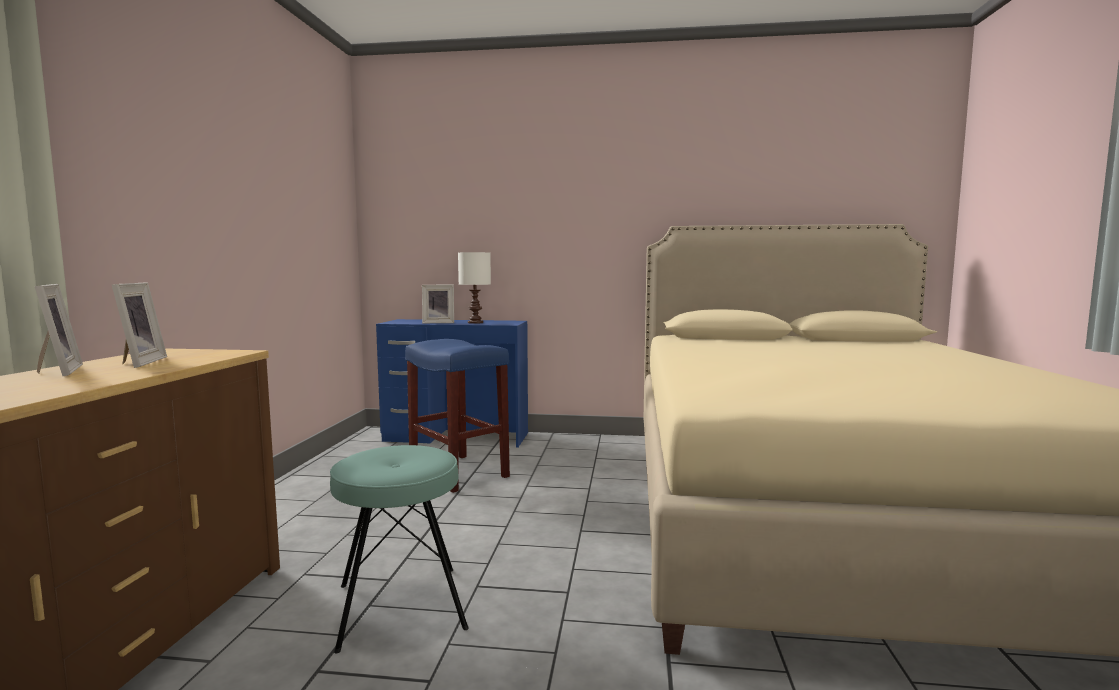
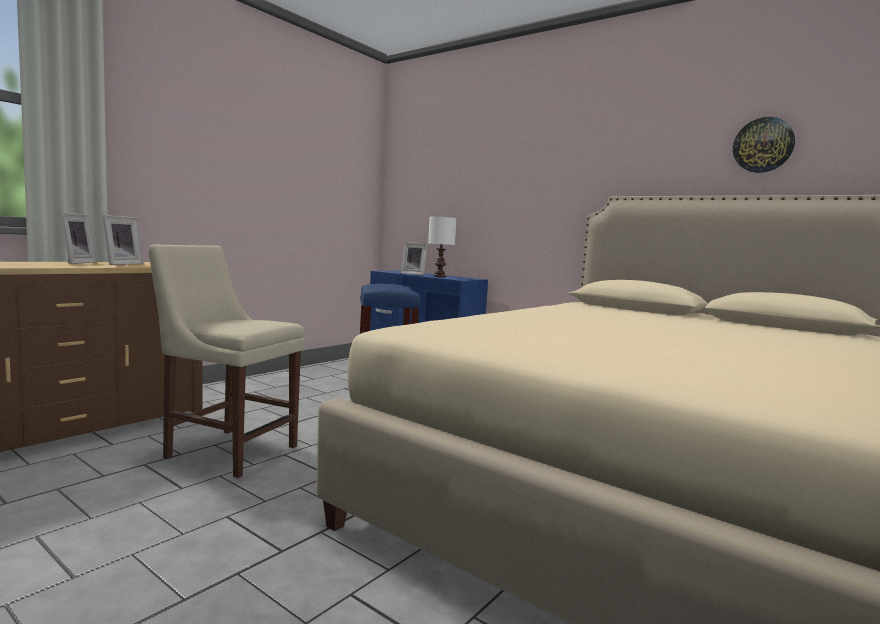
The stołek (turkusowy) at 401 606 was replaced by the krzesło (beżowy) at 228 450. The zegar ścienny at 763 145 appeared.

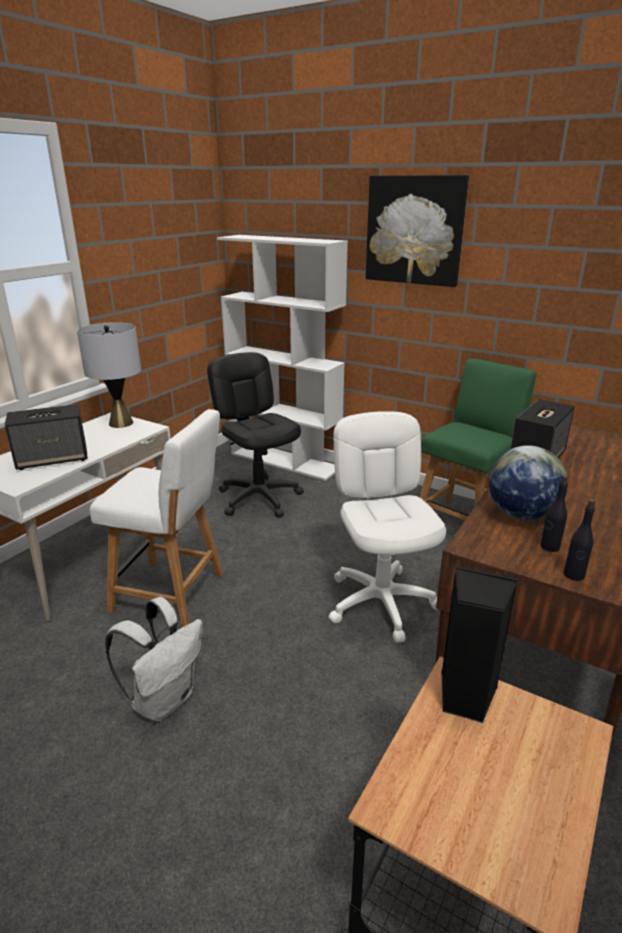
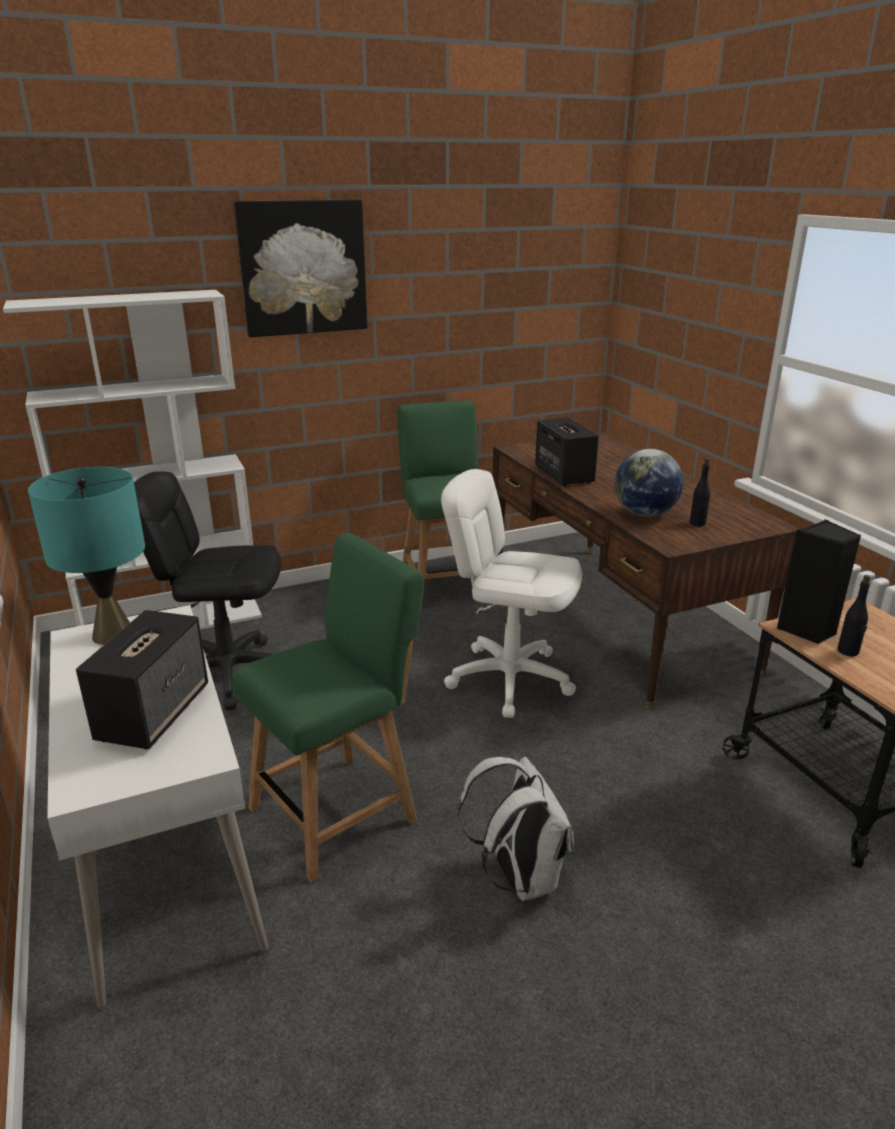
The lampa stołowa (szary) at 121 423 became the lampa stołowa (turkusowy) at 112 634. The krzesło (biały) at 173 593 became the krzesło (zielony) at 339 810. The butelka (czarny) moved from 573 575 to 848 651.

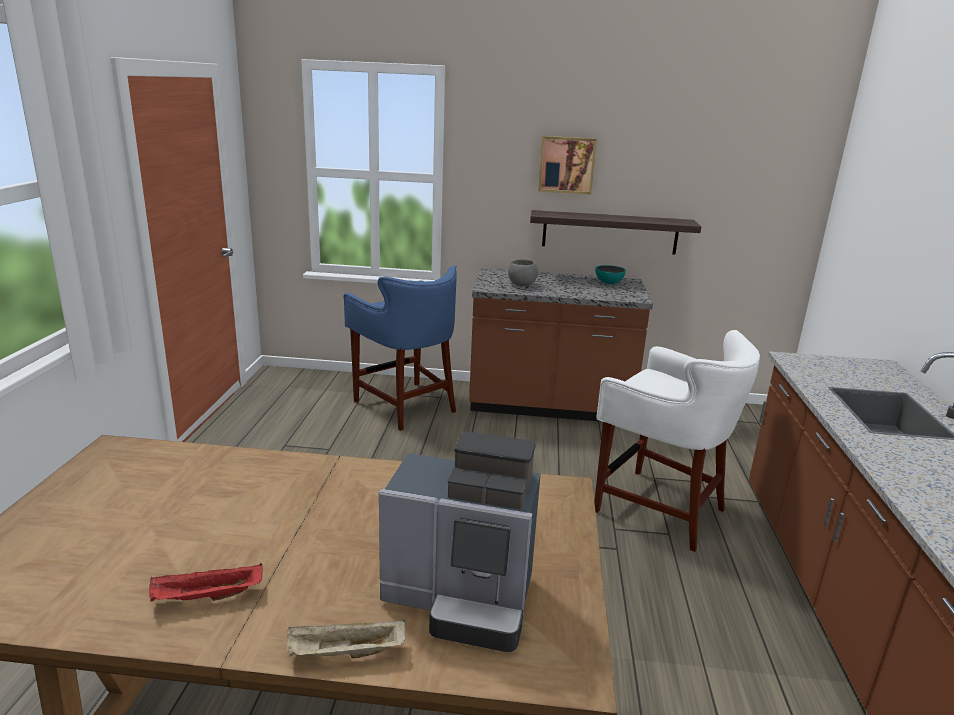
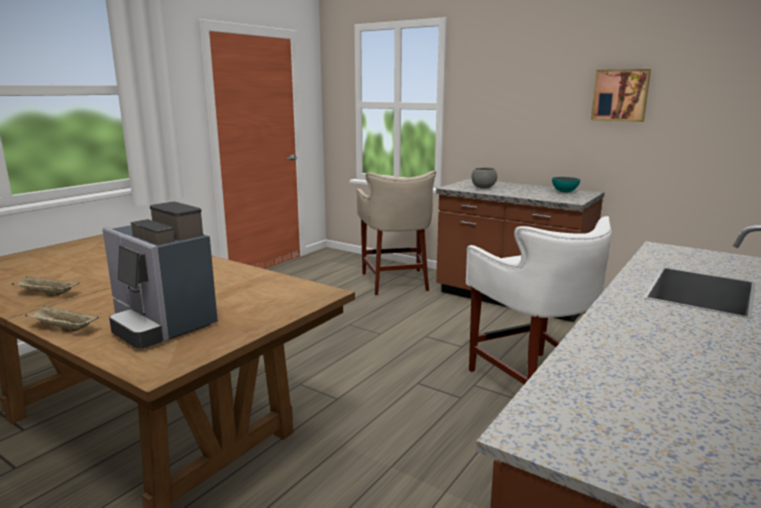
The taca (czerwony) at 206 598 became the taca (beżowy) at 46 294. The stołek (niebieski) at 406 405 became the stołek (beżowy) at 396 281. The półka at 610 232 disappeared. The obraz moved from 566 165 to 620 95.

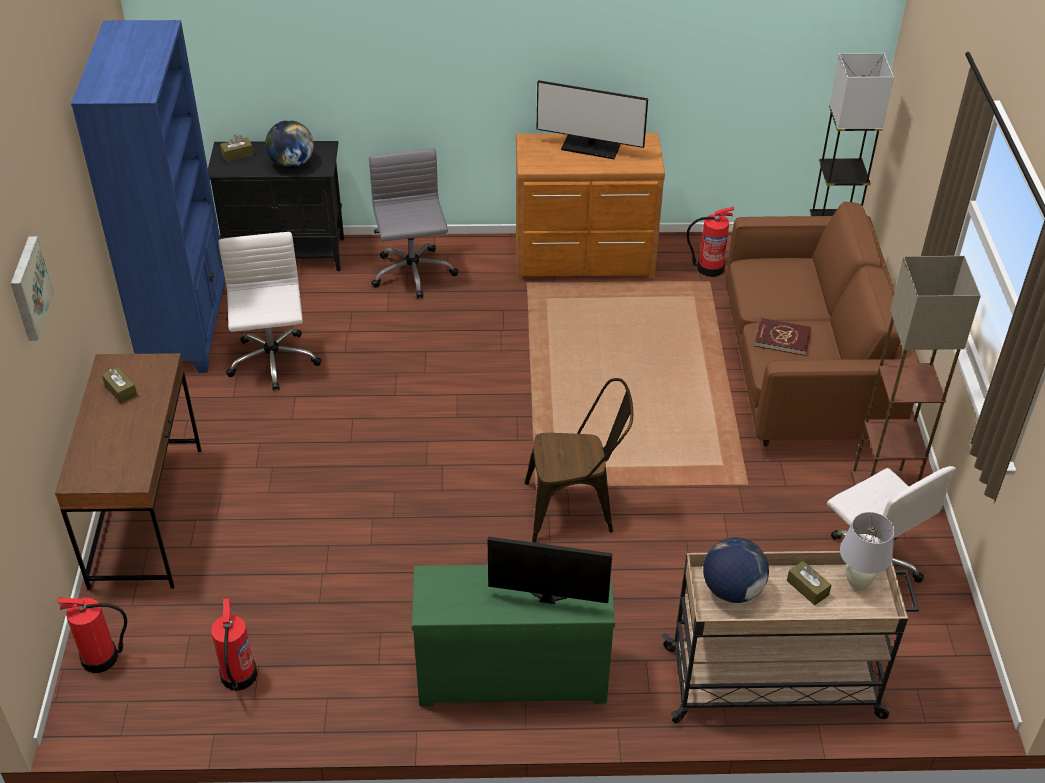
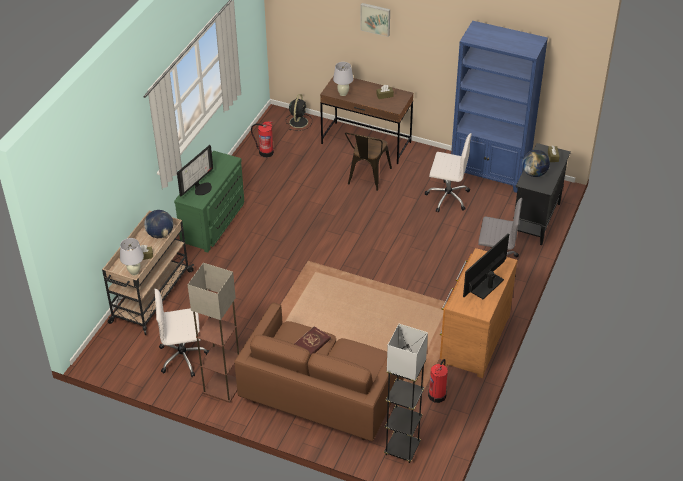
The gaśnica at 101 658 was replaced by the wentylator (czarny) at 299 121. The krzesło (brązowy) moved from 577 508 to 367 178. The lampa stołowa (biały) at 343 93 appeared.

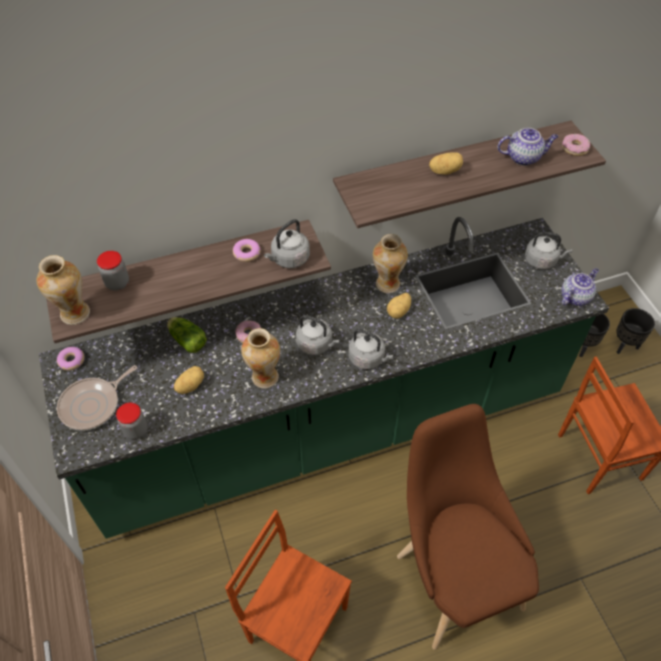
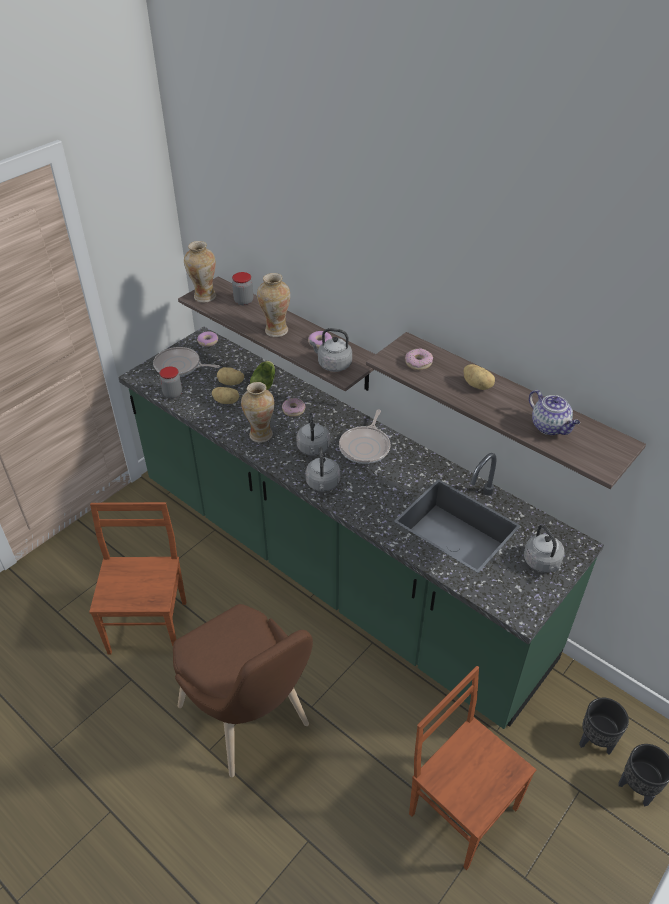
The wazon moved from 387 284 to 275 330. The ziemniak moved from 399 311 to 231 383. The krzesło (brązowy) at 453 574 turned 105 degrees clockwise. The imbryk at 575 297 disappeared. The donut moved from 574 148 to 418 363. The patelnia at 365 446 appeared.

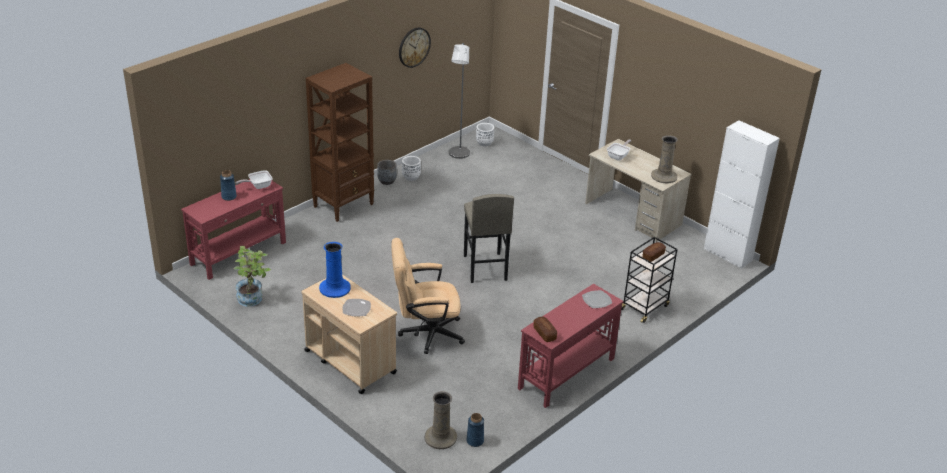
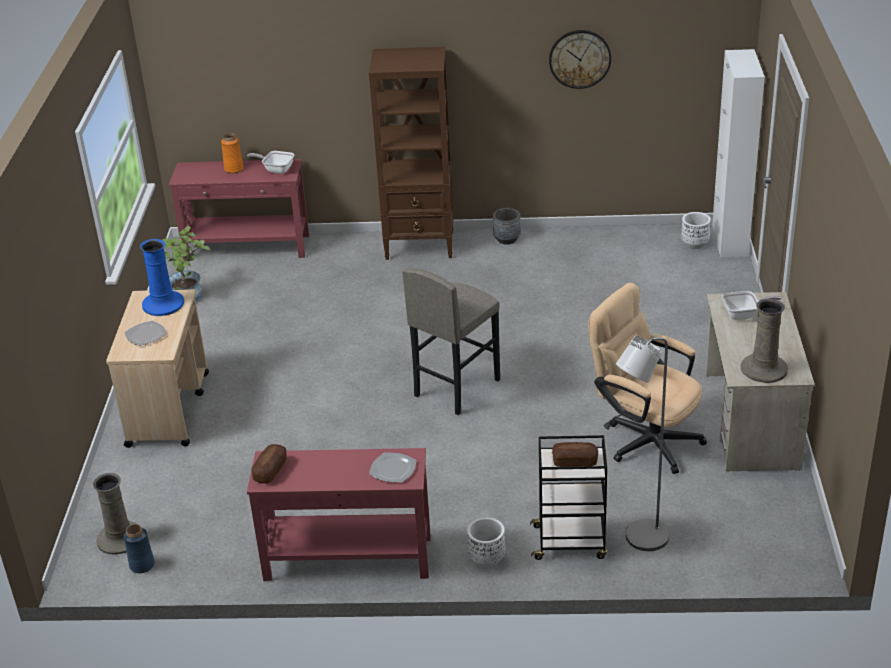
The wazon (niebieski) at 229 197 became the wazon (pomarańczowy) at 234 169. The krzesło biurowe (beżowy) moved from 425 333 to 645 438. The donica (biały) moved from 411 177 to 487 558. The lampa stojąca (szary) moved from 458 155 to 640 540. The szafka (biały) moved from 727 255 to 730 240.

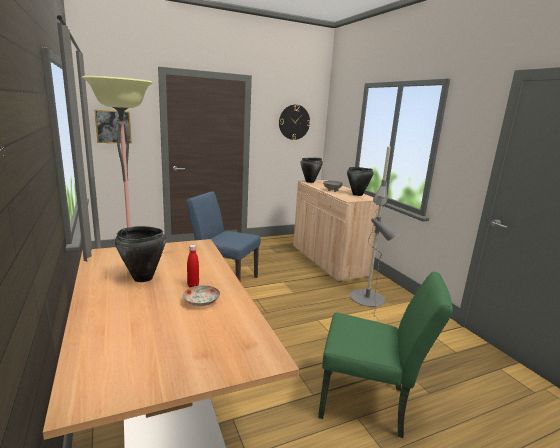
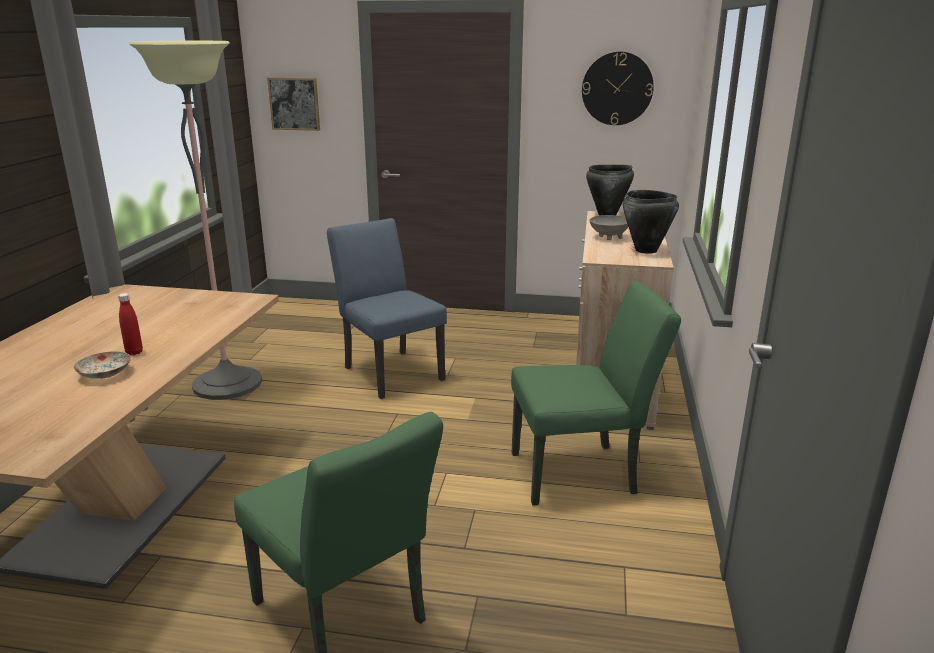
The garnek (czarny) at 143 278 disappeared. The lampa stojąca (szary) at 368 302 was replaced by the krzesło (zielony) at 582 472.

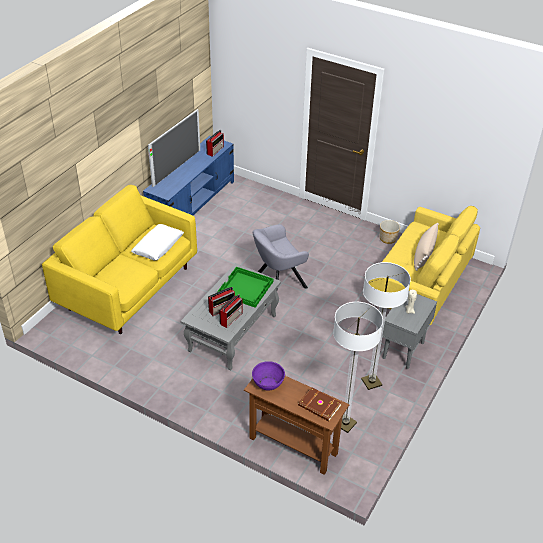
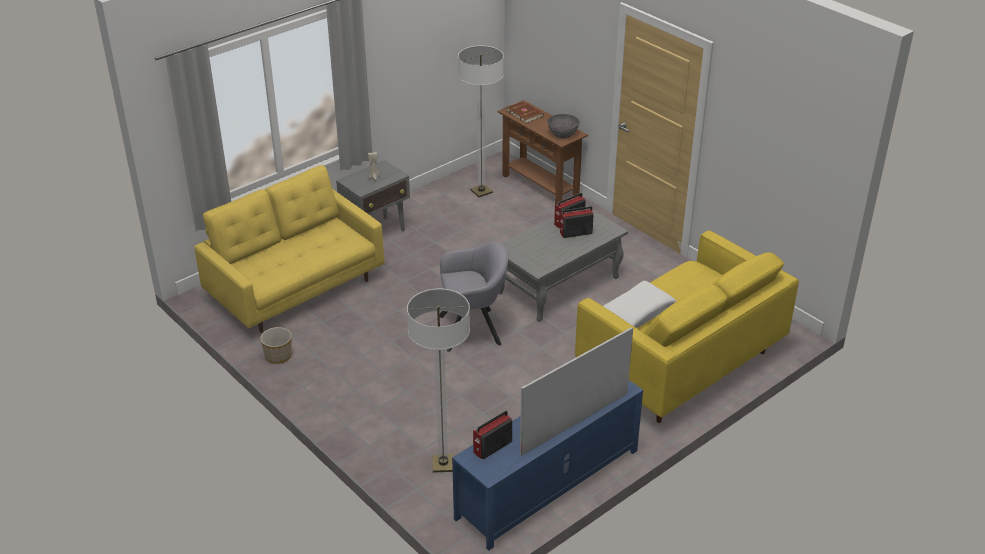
The taca (zielony) at 245 288 disappeared. The miska (fioletowy) at 268 383 became the miska (szary) at 562 134. The lampa stojąca moved from 371 382 to 443 464. The poduszka (beżowy) at 424 254 disappeared.

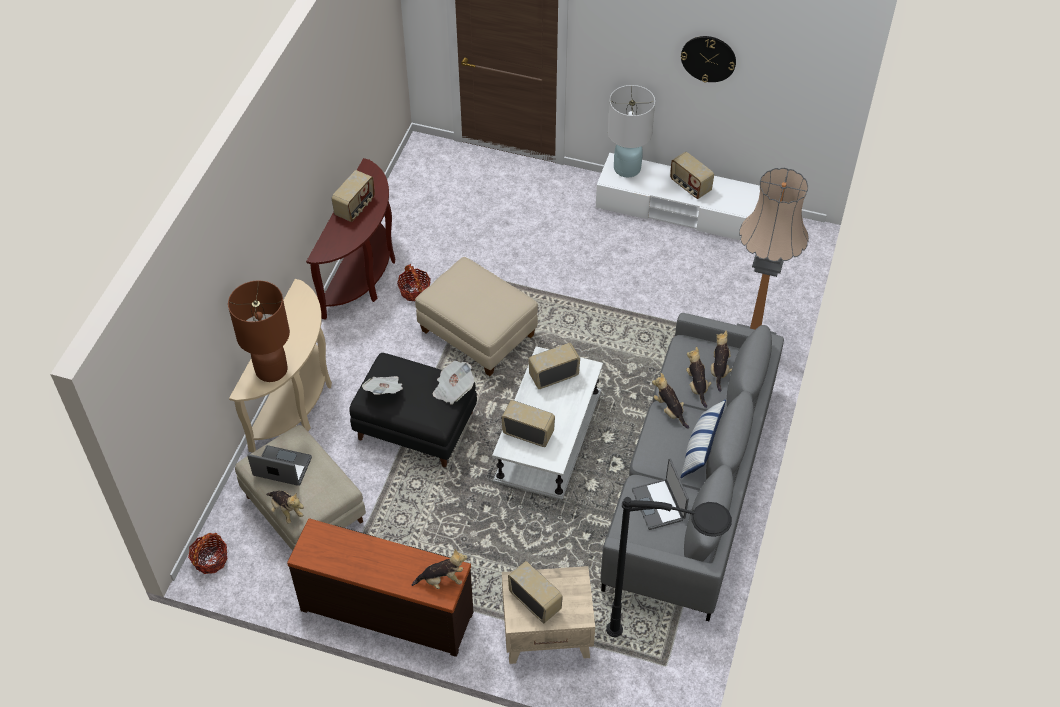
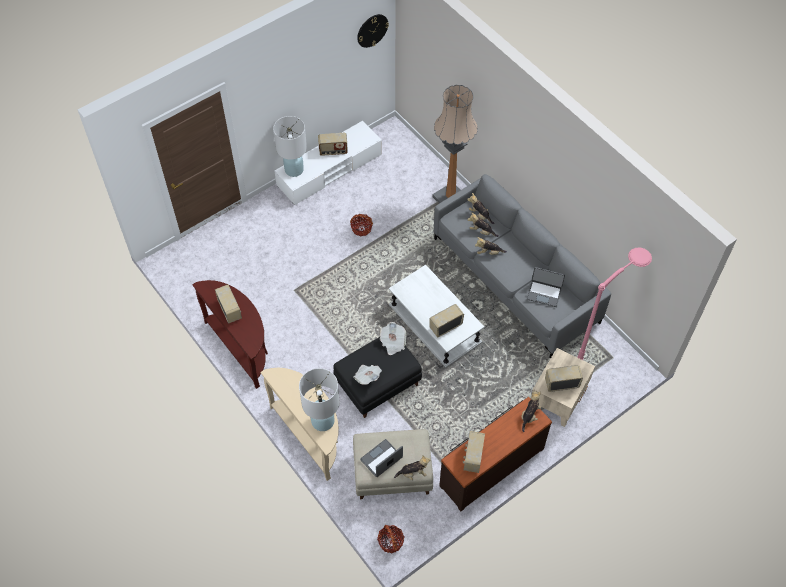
The lampa stołowa (brązowy) at 271 370 became the lampa stołowa (biały) at 323 421. The koszyk moved from 414 291 to 361 228. The pufa (beżowy) at 477 334 disappeared. The radio moved from 553 375 to 472 457. The lampa stojąca (czarny) at 665 644 became the lampa stojąca (różowy) at 601 350. The zegar ścienny moved from 708 58 to 372 30. The poduszka at 700 448 disappeared.

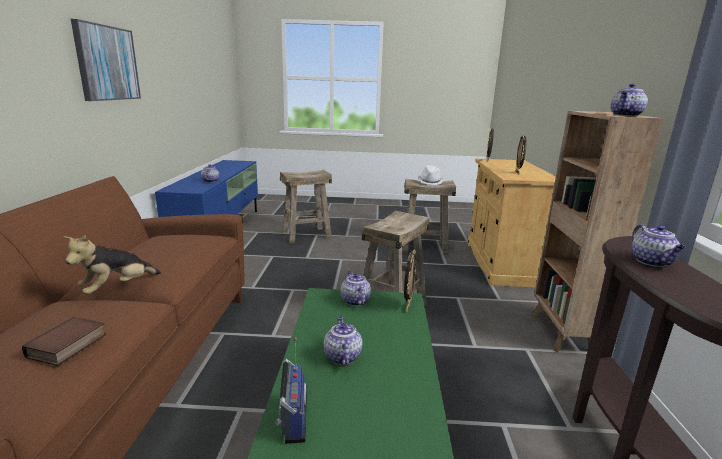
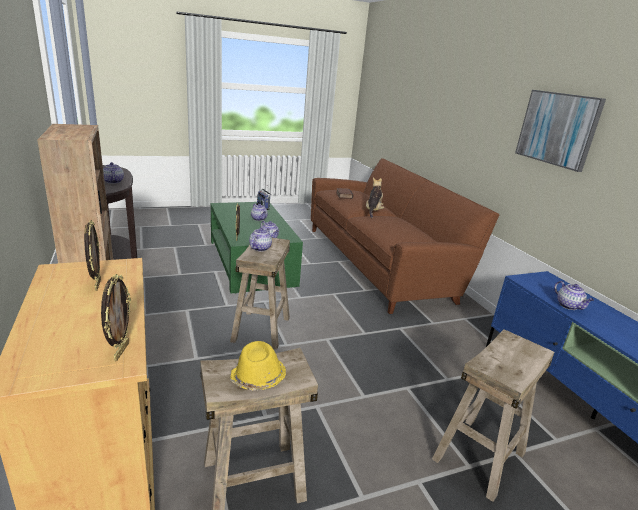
The kapelusz (biały) at 430 182 became the kapelusz (żółty) at 257 378. The imbryk moved from 626 115 to 260 248.

